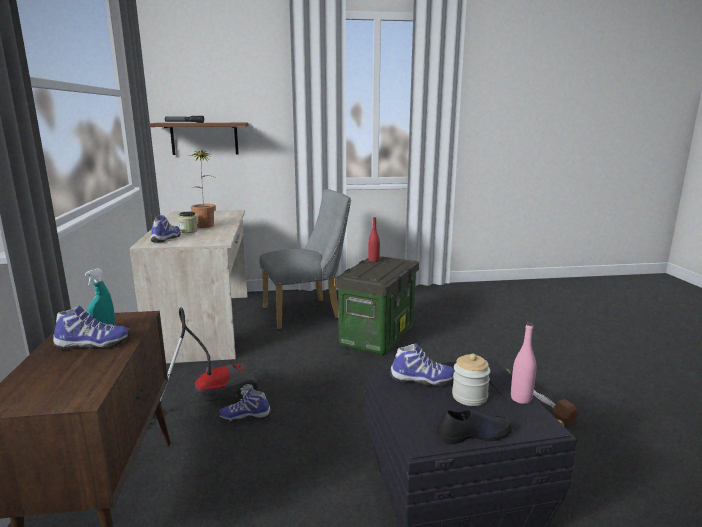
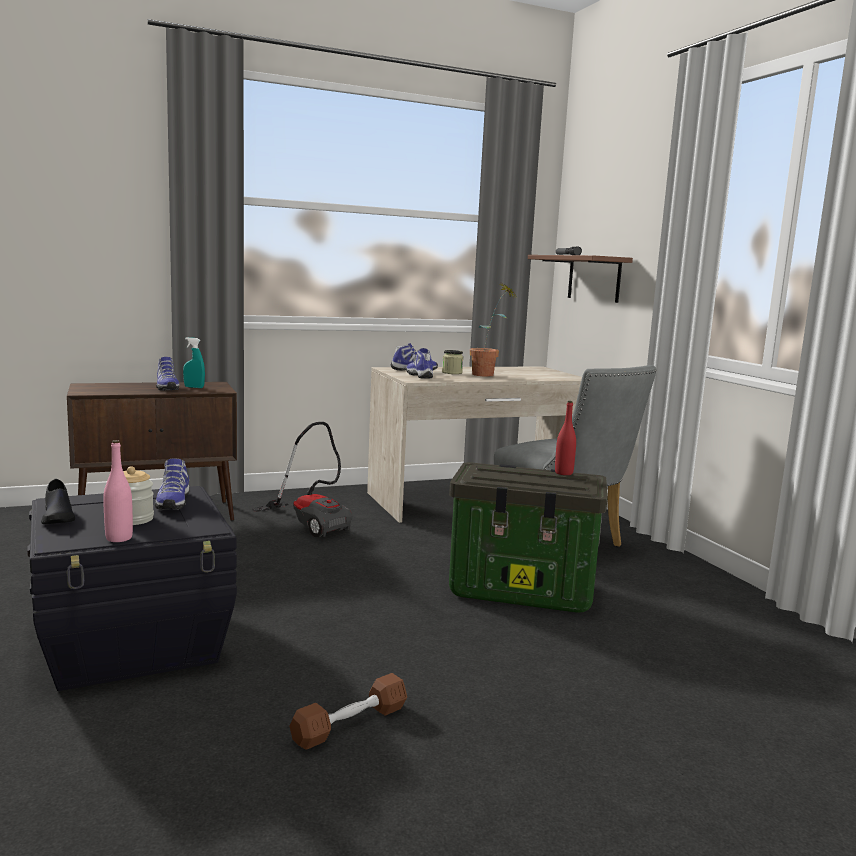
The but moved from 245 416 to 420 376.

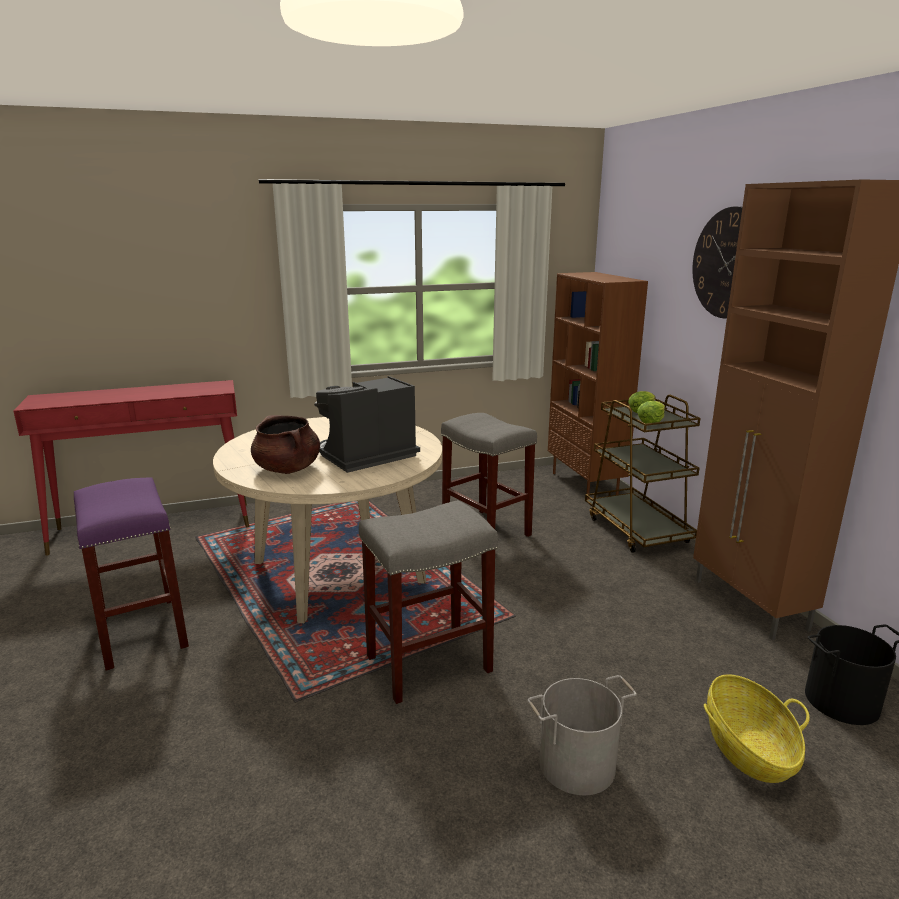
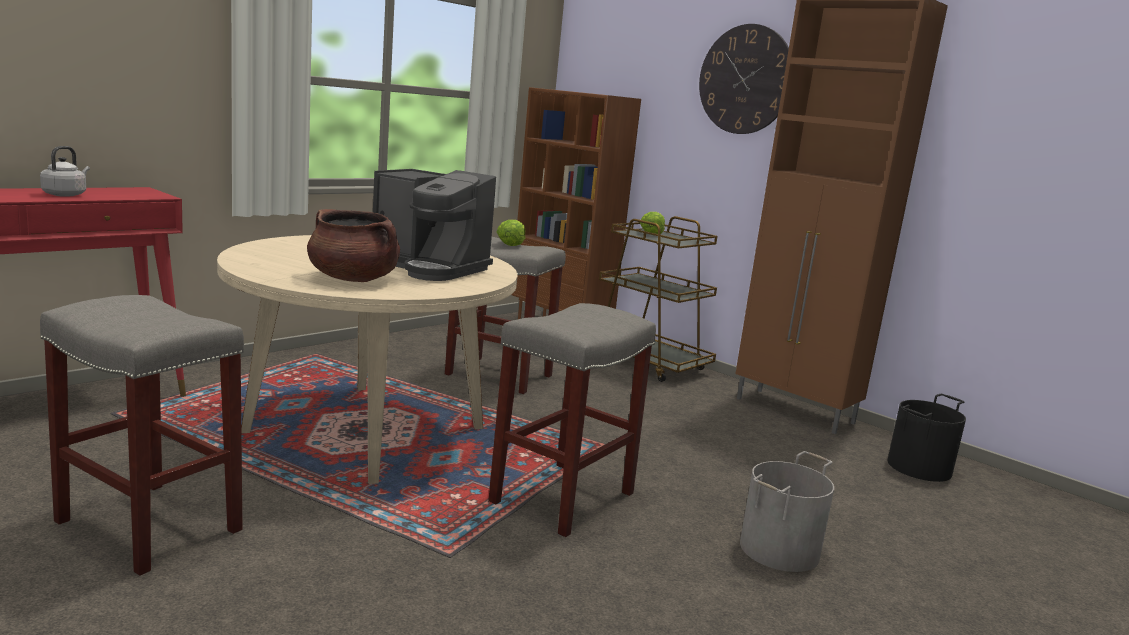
The stołek (fioletowy) at 141 631 became the stołek (szary) at 146 525. The ekspres do kawy at 365 457 turned 90 degrees counterclockwise. The sałata moved from 651 421 to 511 244. The koszyk at 748 749 disappeared. The czajnik (szary) at 66 194 appeared.

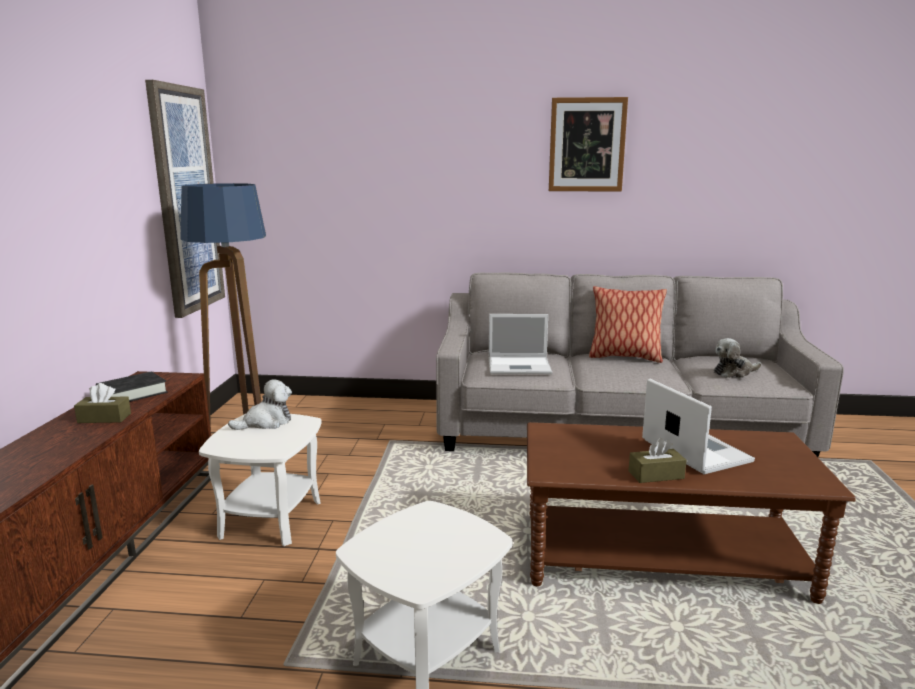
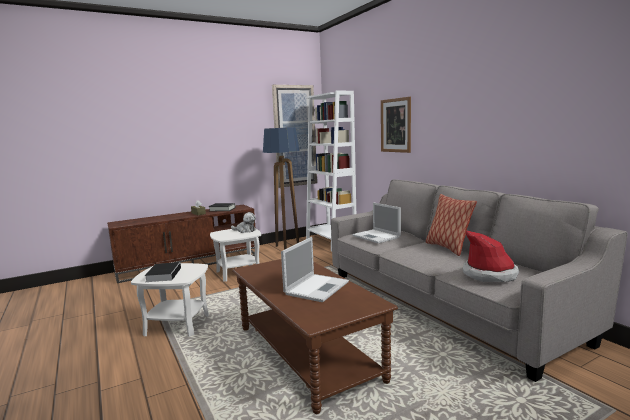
The obraz moved from 587 145 to 395 125. The pudełko chusteczek (brązowy) at 656 475 disappeared. The pluszak at 734 372 was replaced by the kapelusz at 489 274. The książka at 163 274 appeared. The regał (biały) at 330 242 appeared.

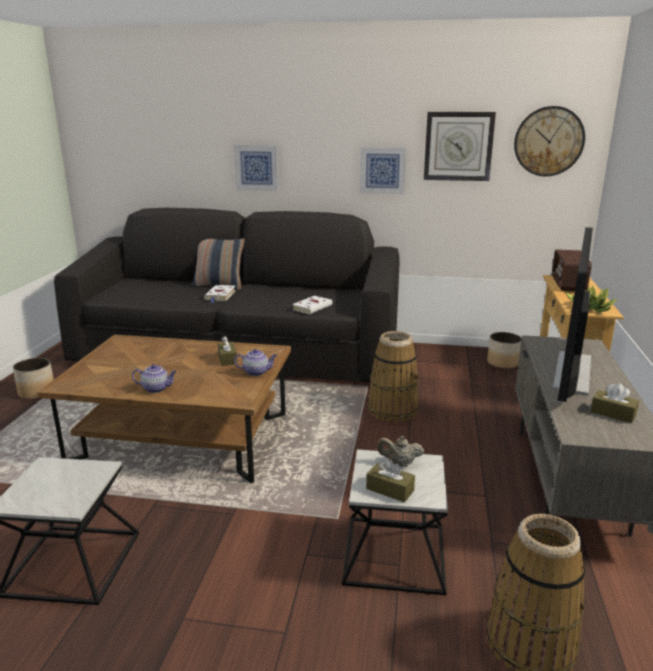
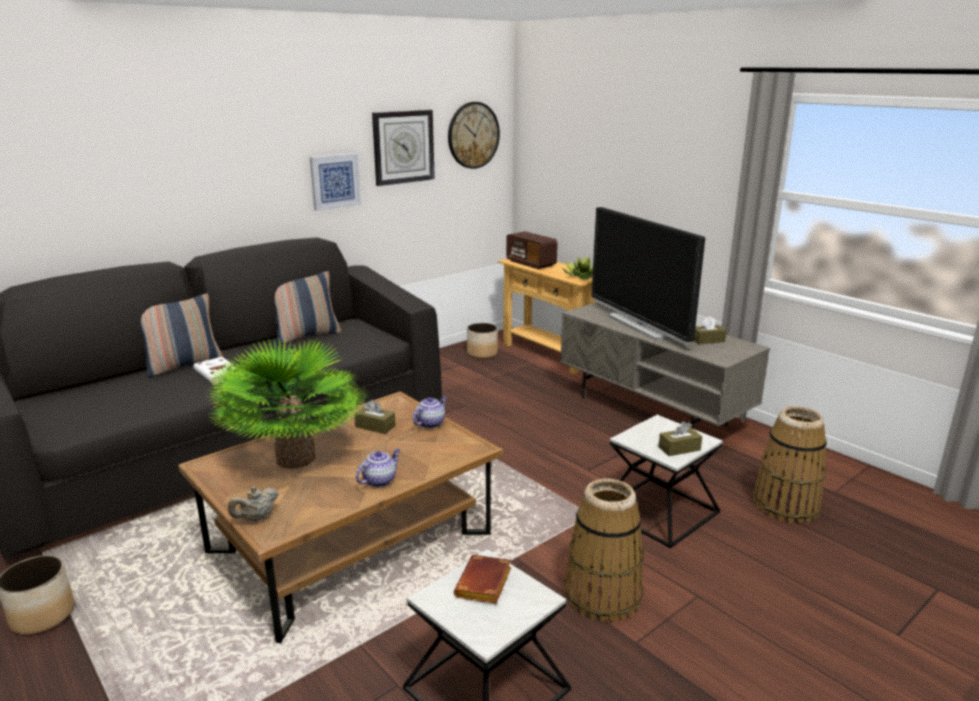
The obraz at 256 167 disappeared. The książka (biały) at 313 307 disappeared. The koszyk moved from 392 410 to 602 595. The imbryk (beżowy) moved from 399 463 to 256 518. The roślina doniczkowa at 296 458 appeared. The poduszka at 306 335 appeared. The książka (brązowy) at 484 585 appeared.

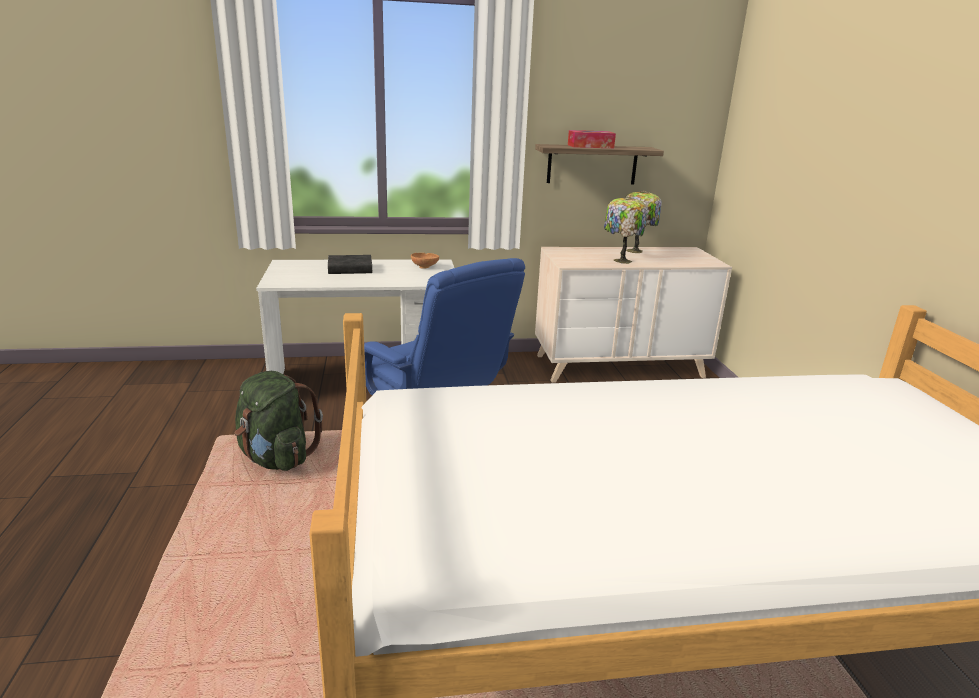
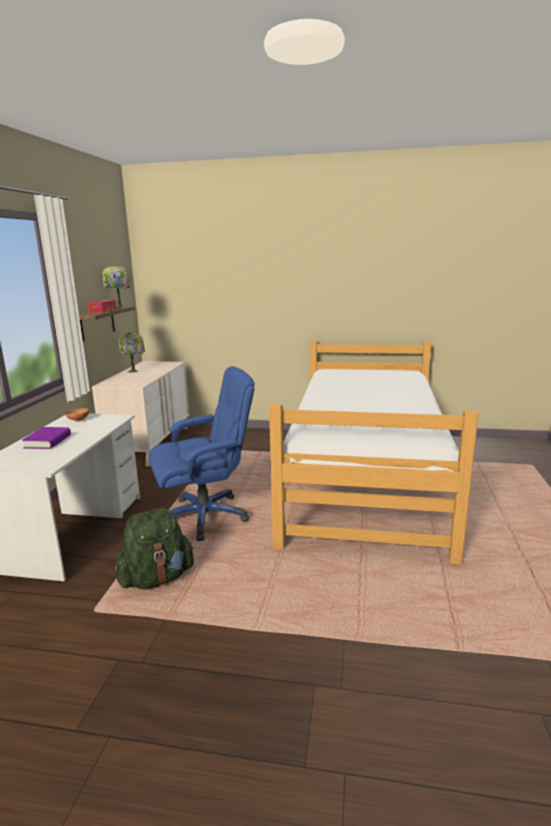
The książka (czarny) at 350 269 became the książka (fioletowy) at 48 441. The lampa stołowa moved from 621 261 to 119 307.

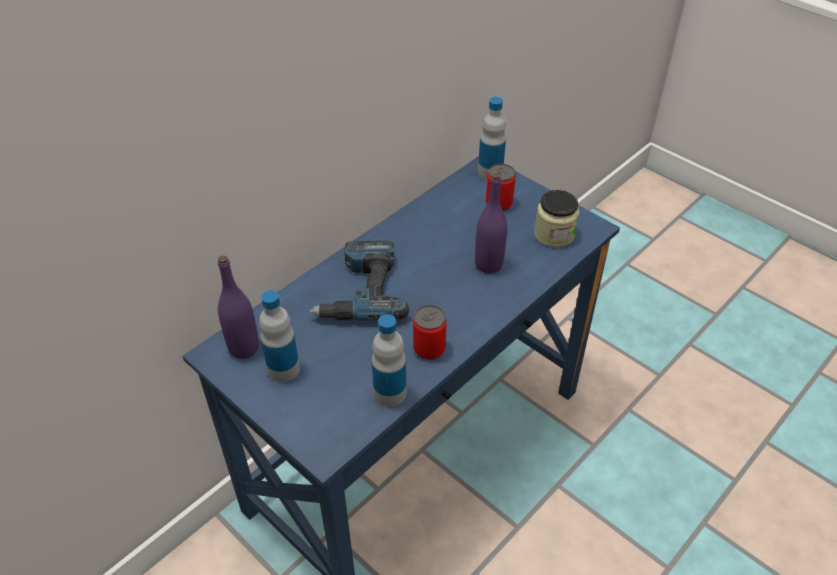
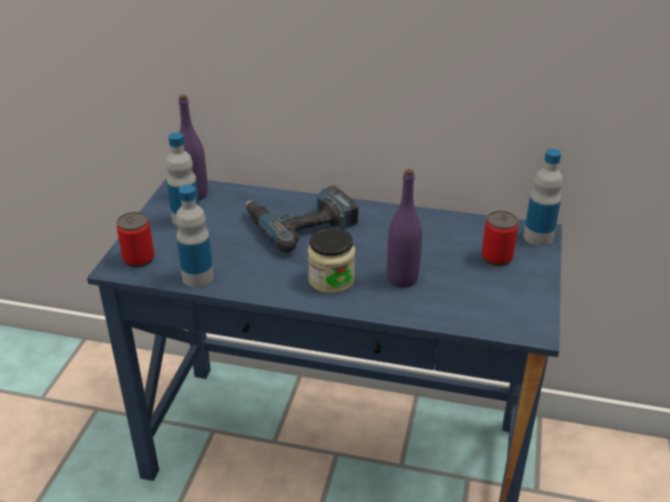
The puszka moved from 429 349 to 139 259. The słoik moved from 554 234 to 331 280.

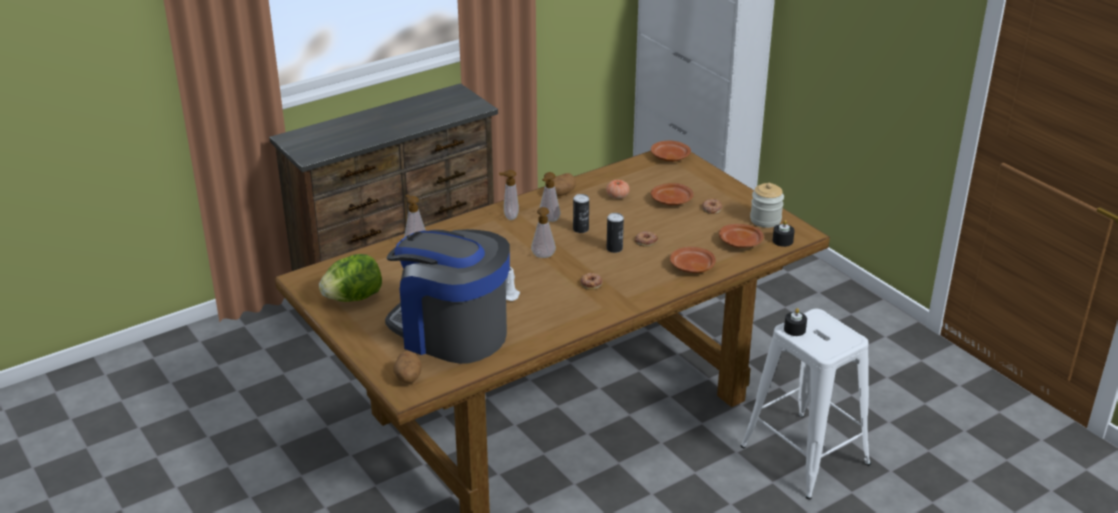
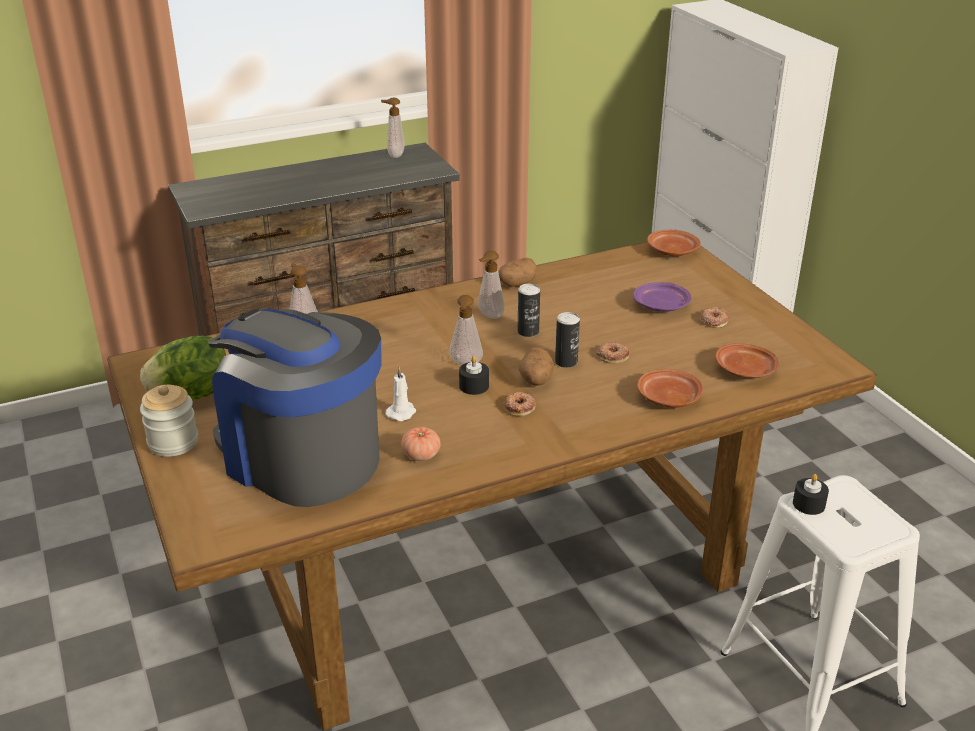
The ziemniak moved from 408 378 to 535 380. The dozownik mydła moved from 509 217 to 394 155. The pomidor moved from 617 196 to 421 455. The talerz (brązowy) at 672 201 became the talerz (fioletowy) at 662 306. The słoik moved from 765 220 to 173 442. The świeca (czarny) moved from 782 241 to 474 386.

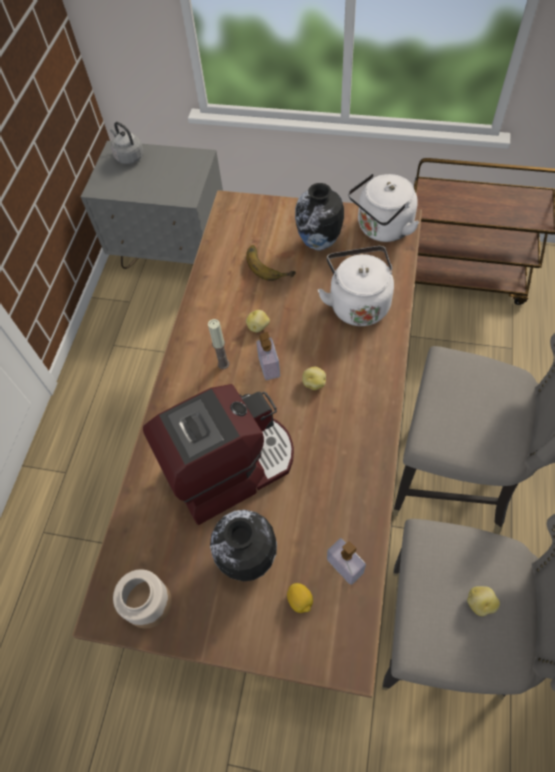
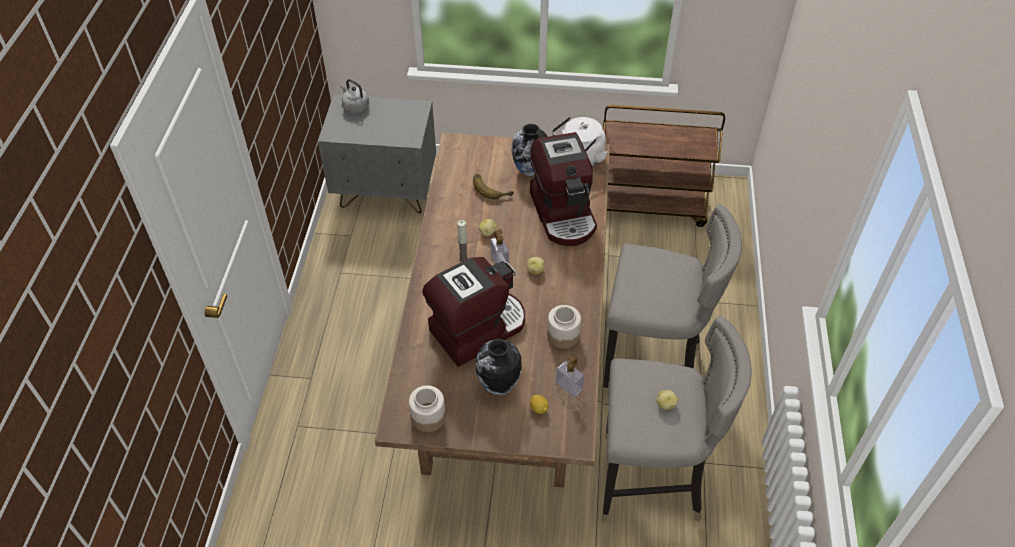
The czajnik (biały) at 357 303 was replaced by the ekspres do kawy at 564 213. The słoik at 563 335 appeared.

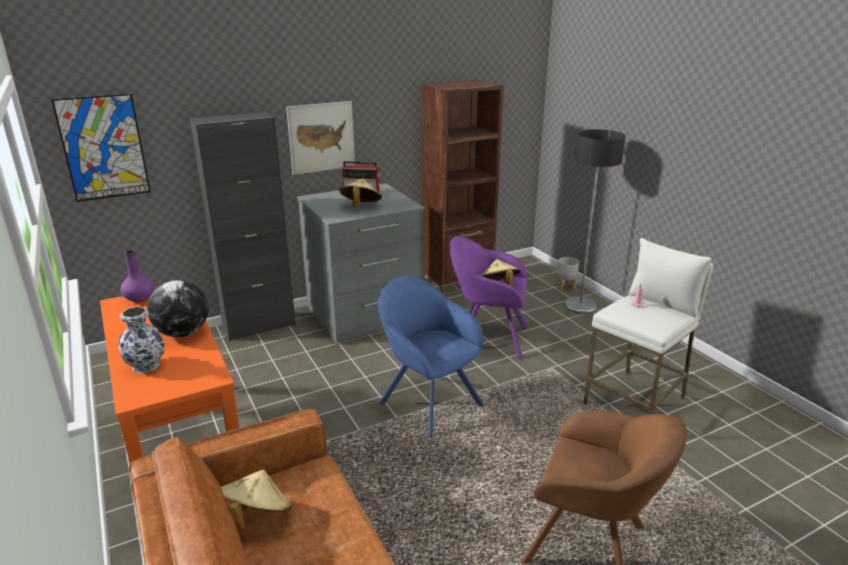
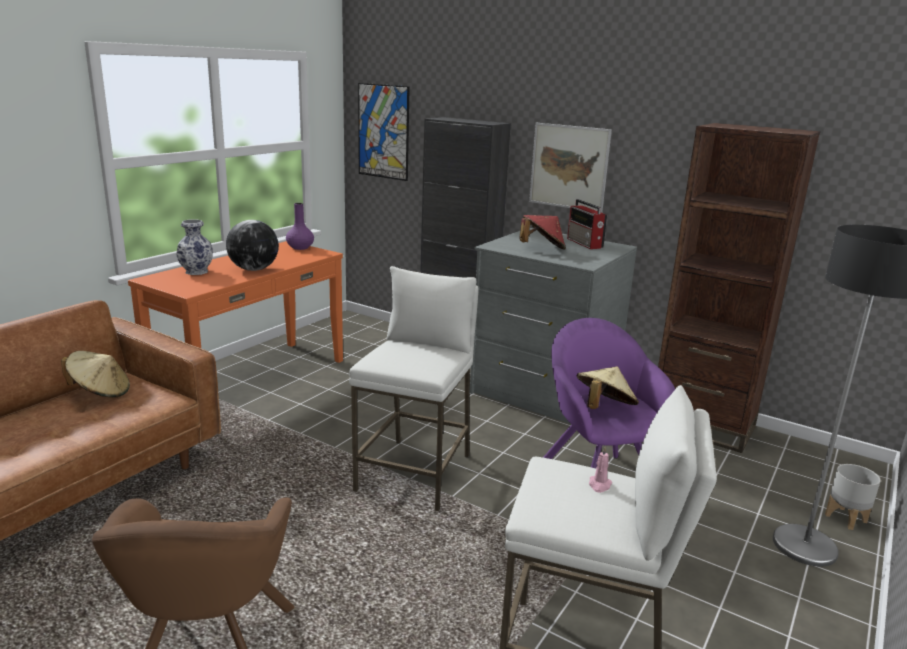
The kapelusz (beżowy) at 360 207 became the kapelusz (czerwony) at 542 249. The fotel (niebieski) at 427 401 was replaced by the stołek (biały) at 415 473.

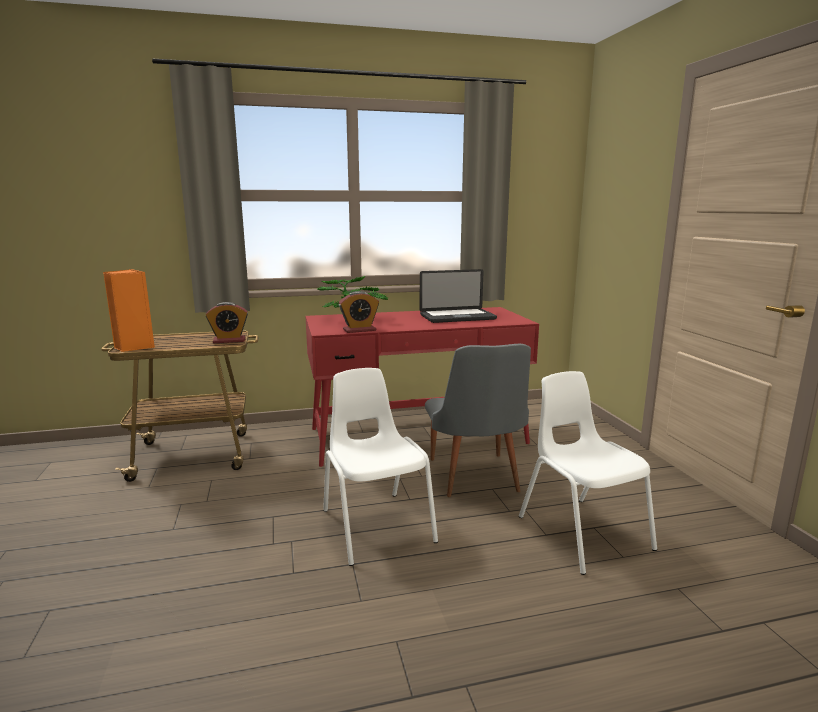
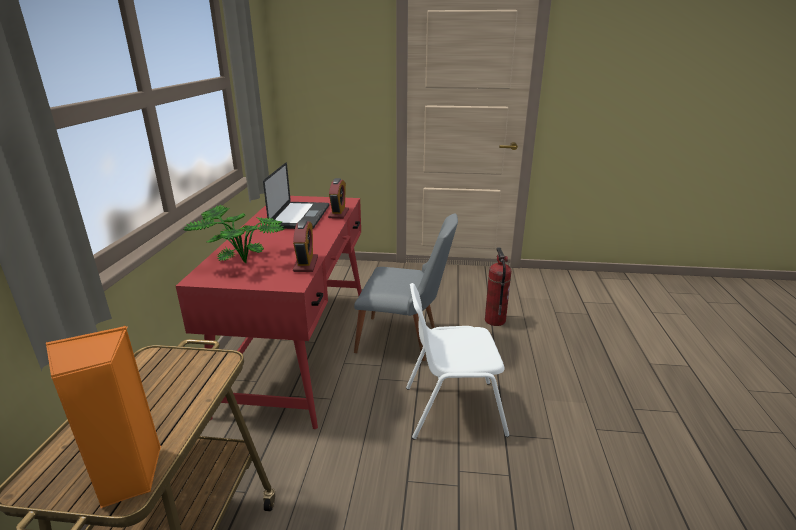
The budzik moved from 229 340 to 338 214. The krzesło (biały) at 582 532 was replaced by the gaśnica at 494 320.

